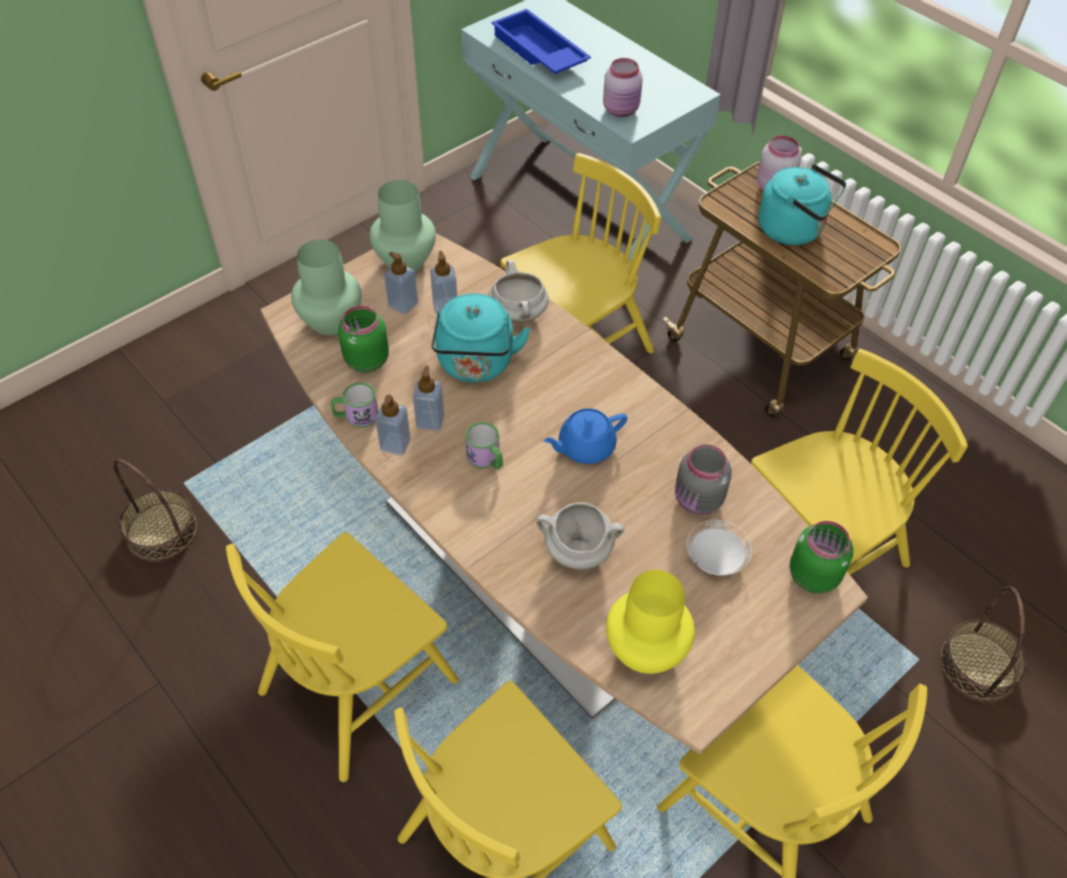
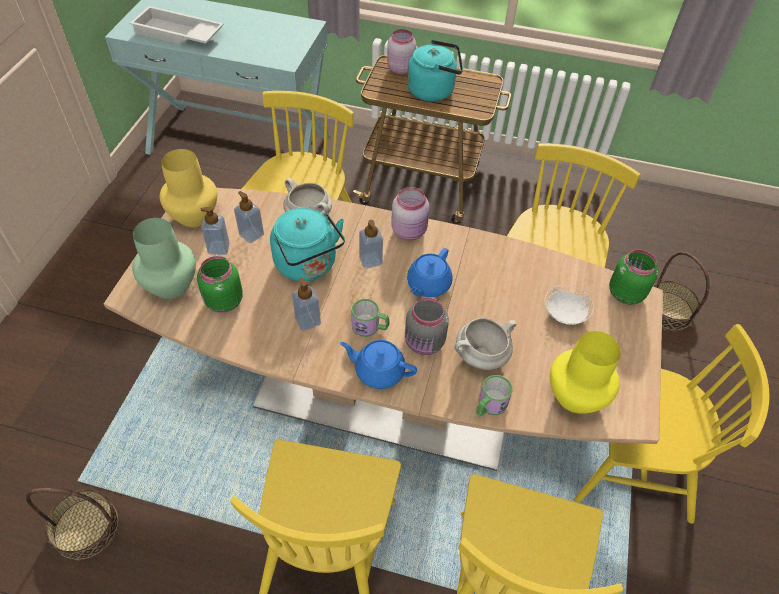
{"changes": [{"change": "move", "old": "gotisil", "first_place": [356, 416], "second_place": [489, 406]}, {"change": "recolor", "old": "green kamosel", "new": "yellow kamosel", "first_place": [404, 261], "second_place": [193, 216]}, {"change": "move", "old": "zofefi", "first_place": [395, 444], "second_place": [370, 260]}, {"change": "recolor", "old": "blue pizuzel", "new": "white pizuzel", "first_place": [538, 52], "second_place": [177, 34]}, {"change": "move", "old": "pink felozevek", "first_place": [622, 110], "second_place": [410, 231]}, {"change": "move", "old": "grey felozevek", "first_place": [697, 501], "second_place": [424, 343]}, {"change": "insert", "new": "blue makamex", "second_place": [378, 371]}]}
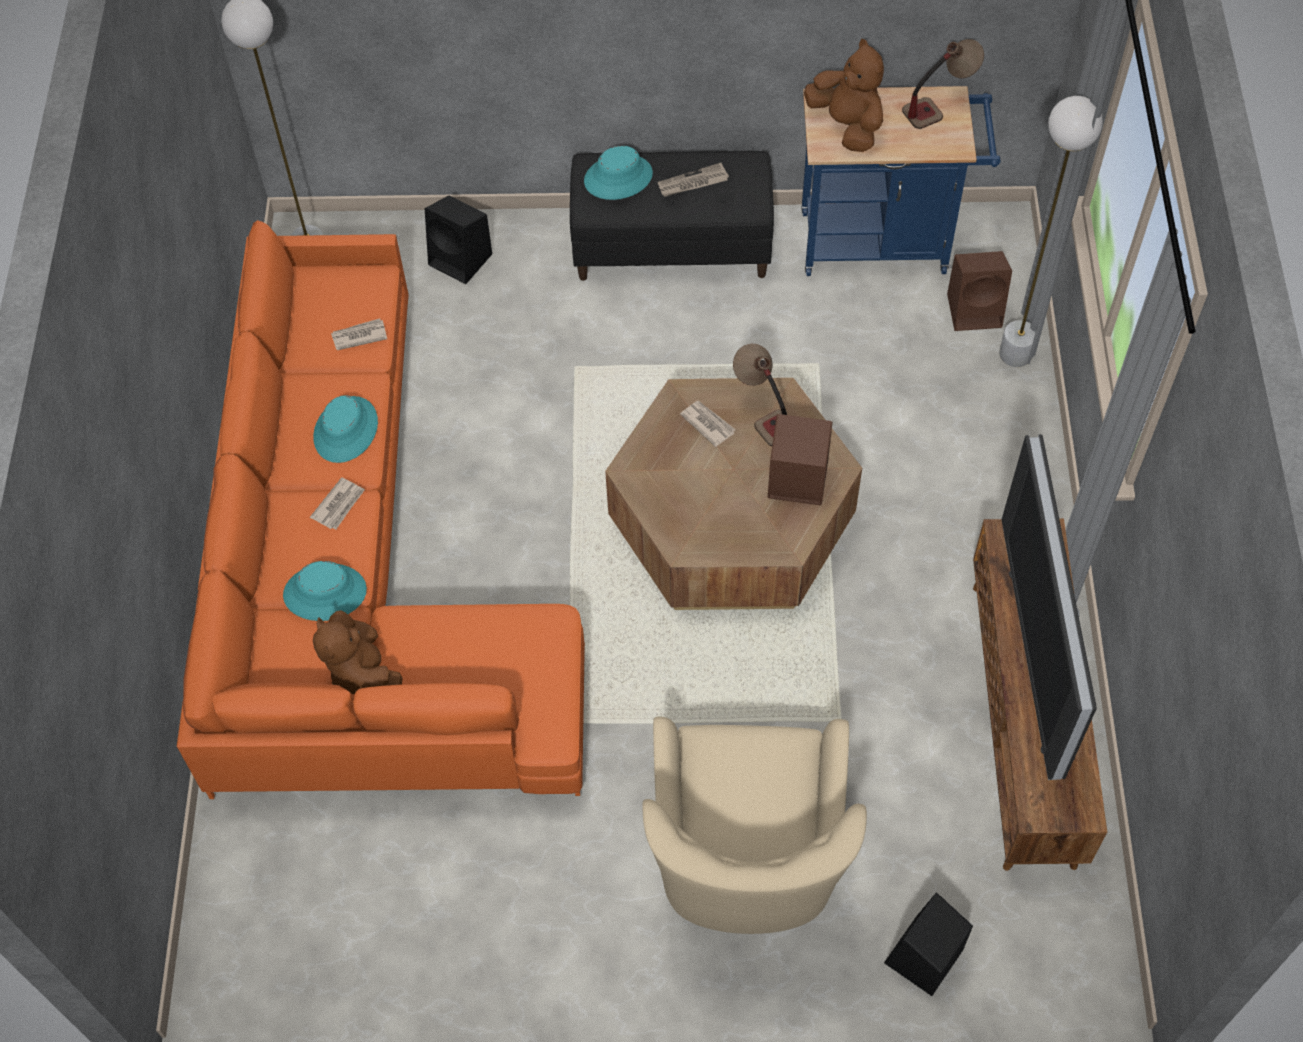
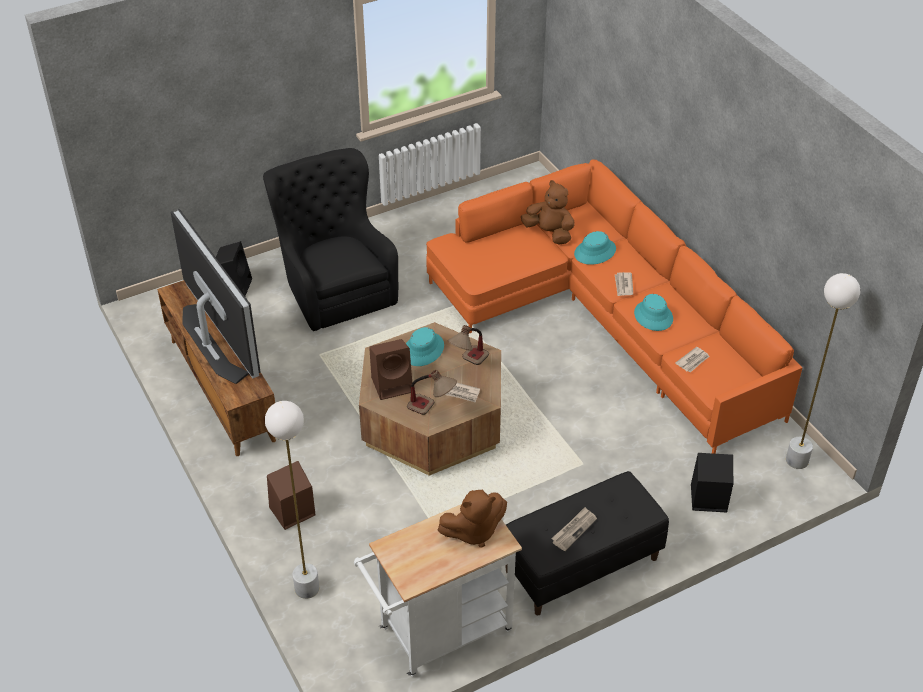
{"changes": [{"change": "move", "old": "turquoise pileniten", "first_place": [618, 177], "second_place": [423, 350]}, {"change": "recolor", "old": "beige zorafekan", "new": "black zorafekan", "first_place": [746, 863], "second_place": [334, 288]}, {"change": "recolor", "old": "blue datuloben", "new": "white datuloben", "first_place": [884, 241], "second_place": [438, 634]}, {"change": "rotate", "old": "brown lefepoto", "first_place": [847, 125], "second_place": [473, 531], "degrees": -45}, {"change": "move", "old": "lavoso", "first_place": [939, 107], "second_place": [468, 363]}, {"change": "move", "old": "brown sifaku", "first_place": [976, 310], "second_place": [291, 512]}]}
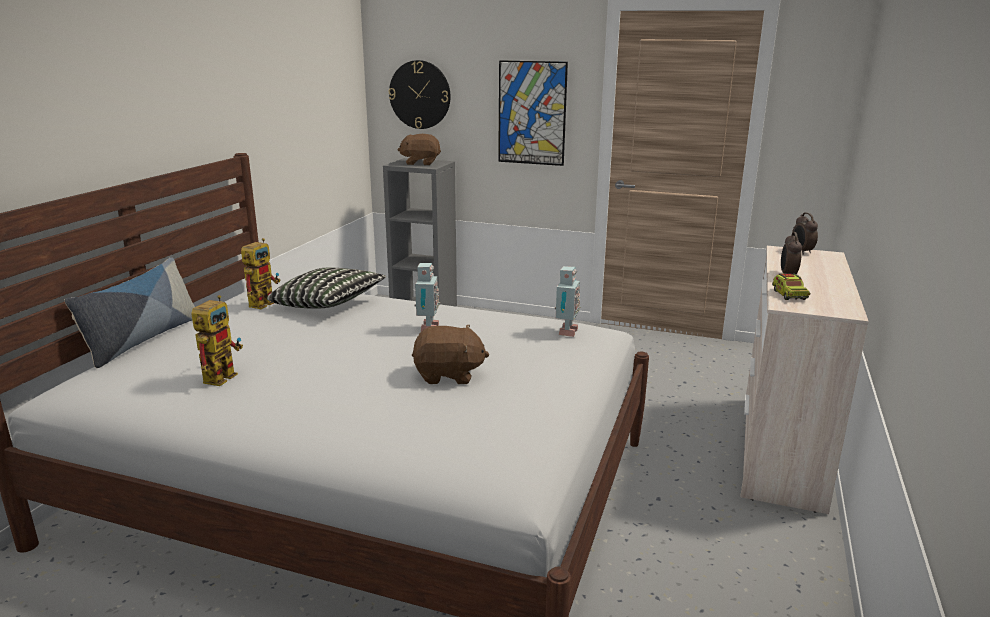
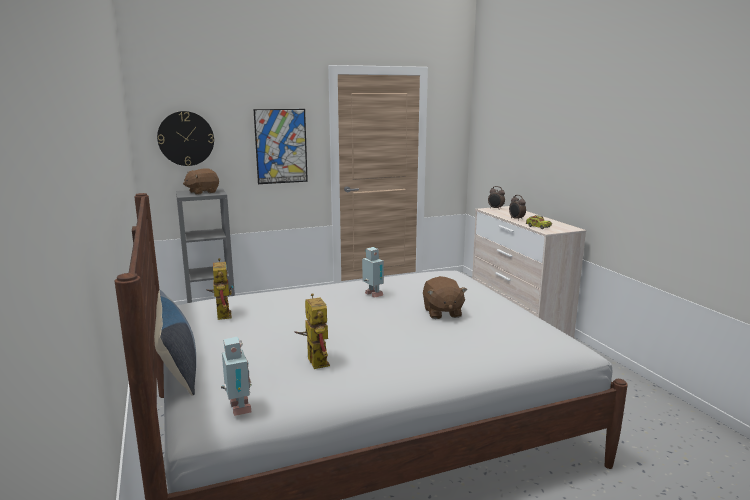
{"changes": [{"change": "delete", "old": "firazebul", "first_place": [328, 305]}, {"change": "rotate", "old": "brown lefepoto", "first_place": [448, 375], "second_place": [442, 312], "degrees": 120}, {"change": "move", "old": "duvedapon", "first_place": [565, 332], "second_place": [238, 409]}]}
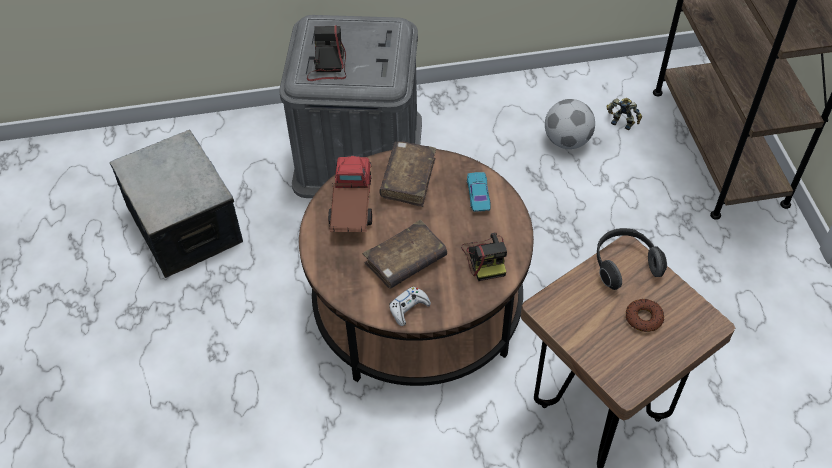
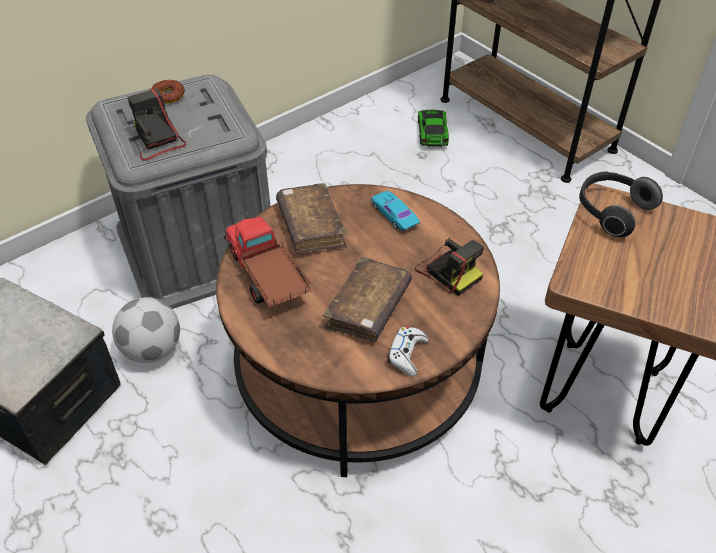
{"changes": [{"change": "move", "old": "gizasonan", "first_place": [567, 141], "second_place": [152, 349]}, {"change": "replace", "old": "duvedapon", "new": "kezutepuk", "first_place": [622, 121], "second_place": [432, 132]}, {"change": "move", "old": "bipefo", "first_place": [643, 318], "second_place": [168, 96]}]}
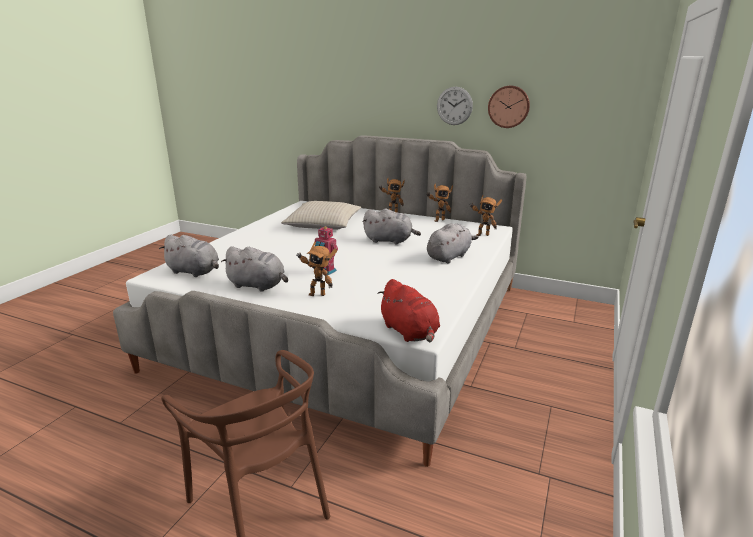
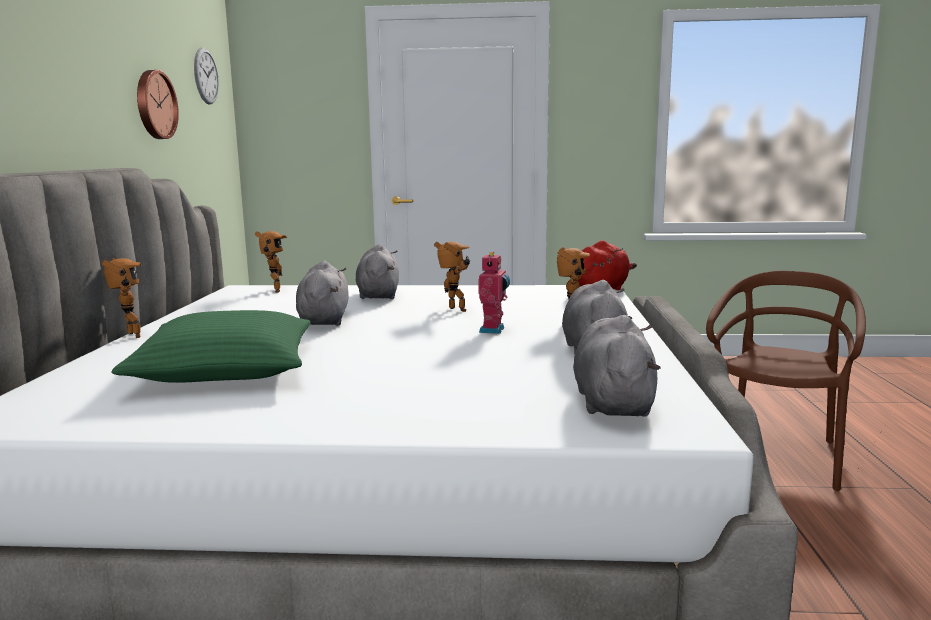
{"changes": [{"change": "recolor", "old": "beige firazebul", "new": "green firazebul", "first_place": [323, 224], "second_place": [226, 368]}, {"change": "move", "old": "duvedapon", "first_place": [438, 220], "second_place": [455, 310]}, {"change": "rotate", "old": "grey lefepoto", "first_place": [449, 256], "second_place": [378, 295], "degrees": 60}, {"change": "move", "old": "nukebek", "first_place": [454, 106], "second_place": [206, 76]}]}
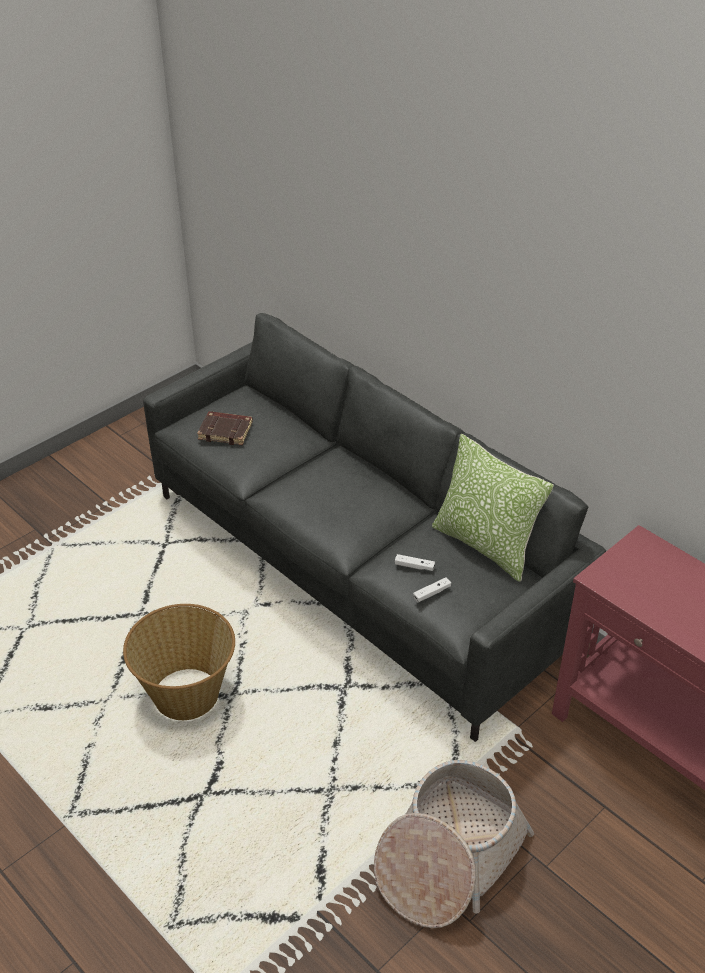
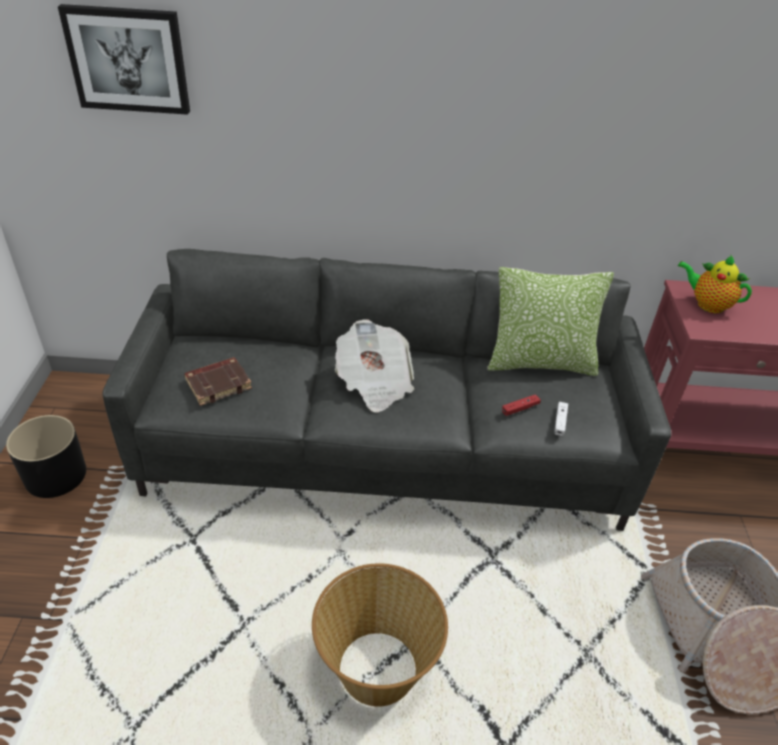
{"changes": [{"change": "recolor", "old": "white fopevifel", "new": "red fopevifel", "first_place": [414, 566], "second_place": [520, 408]}, {"change": "insert", "new": "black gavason", "second_place": [55, 475]}, {"change": "insert", "new": "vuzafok", "second_place": [128, 59]}, {"change": "insert", "new": "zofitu", "second_place": [374, 383]}, {"change": "insert", "new": "makamex", "second_place": [707, 304]}]}
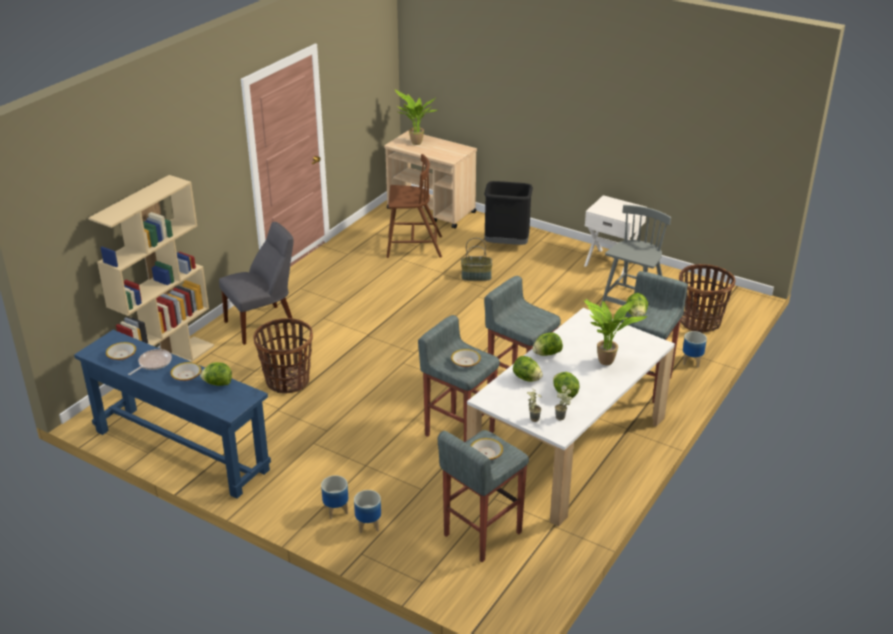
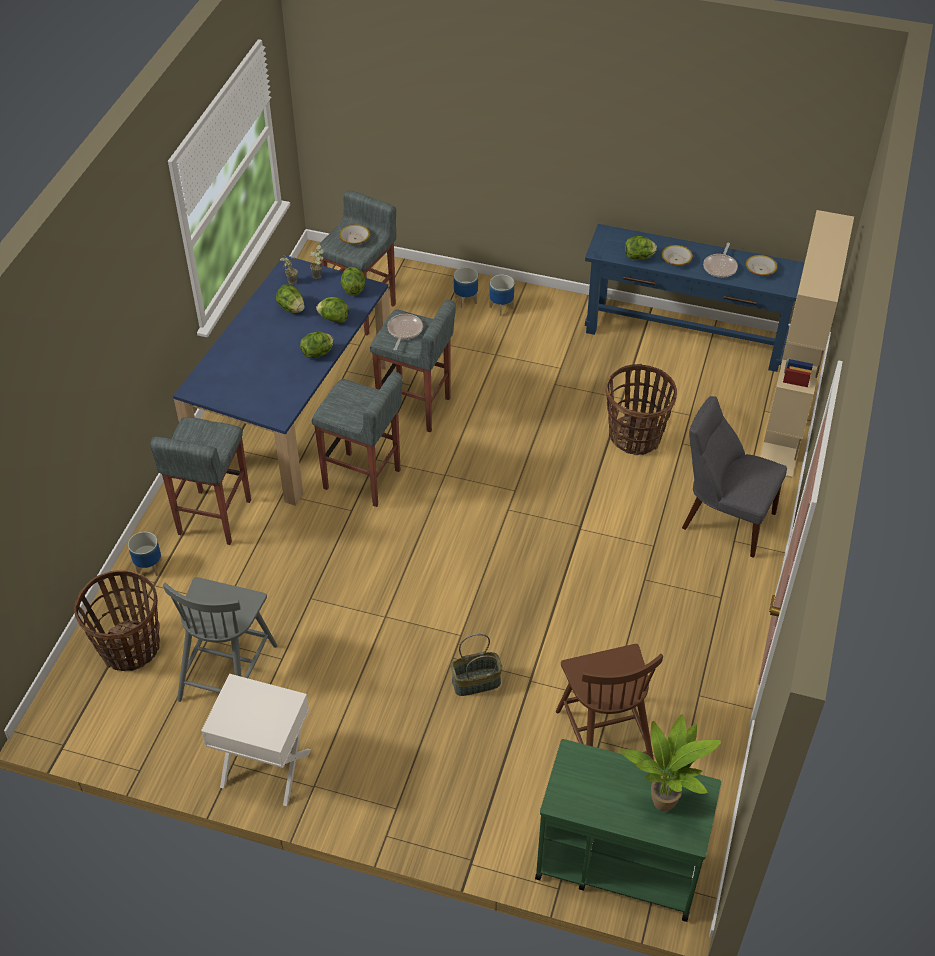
{"changes": [{"change": "rotate", "old": "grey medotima", "first_place": [263, 323], "second_place": [724, 519], "degrees": 75}, {"change": "recolor", "old": "beige datuloben", "new": "green datuloben", "first_place": [431, 211], "second_place": [618, 863]}, {"change": "rotate", "old": "brown medotima", "first_place": [413, 247], "second_place": [604, 738], "degrees": -90}, {"change": "replace", "old": "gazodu", "new": "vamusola", "first_place": [466, 362], "second_place": [404, 331]}, {"change": "recolor", "old": "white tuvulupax", "new": "blue tuvulupax", "first_place": [568, 447], "second_place": [295, 413]}, {"change": "delete", "old": "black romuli", "first_place": [507, 244]}, {"change": "delete", "old": "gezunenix", "first_place": [605, 363]}, {"change": "move", "old": "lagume", "first_place": [636, 315], "second_place": [353, 289]}]}
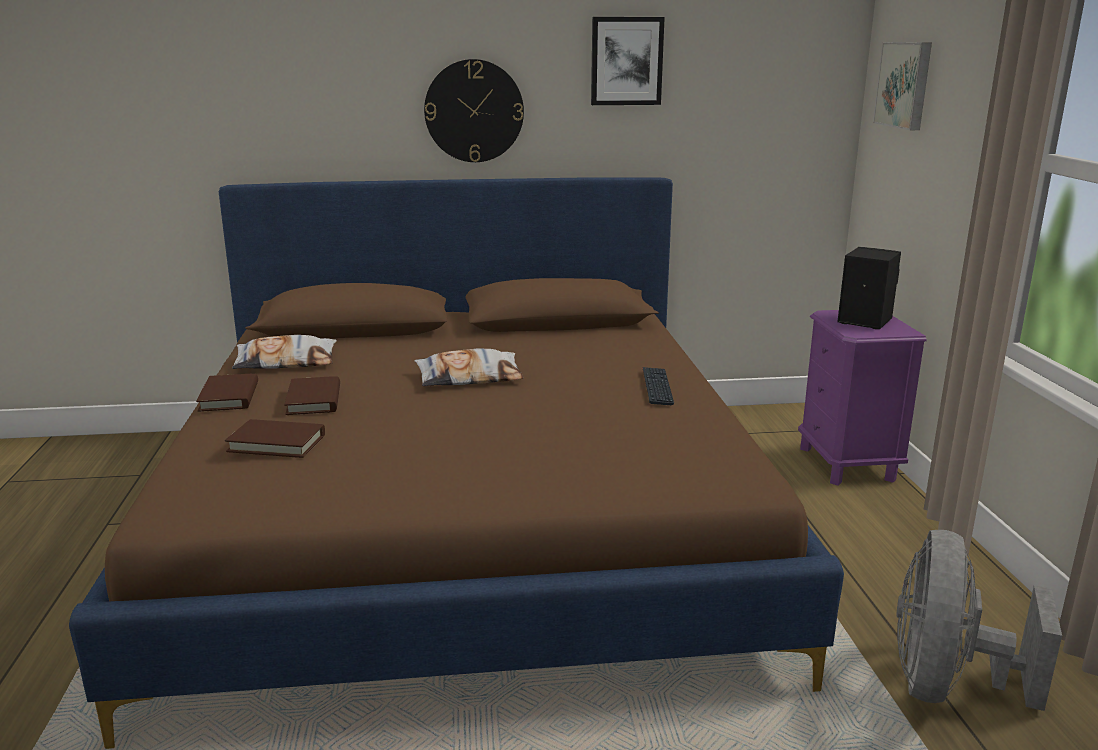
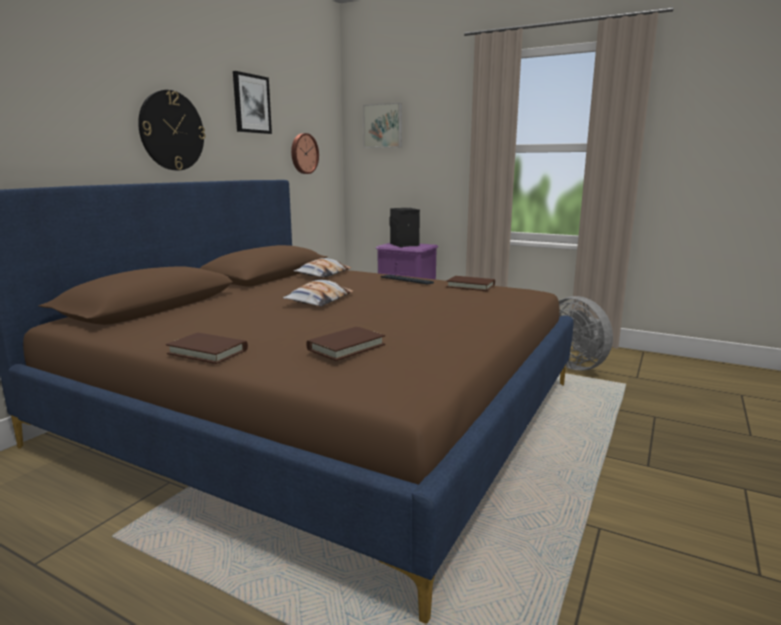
{"changes": [{"change": "move", "old": "firazebul", "first_place": [286, 362], "second_place": [323, 274]}, {"change": "move", "old": "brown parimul", "first_place": [314, 400], "second_place": [470, 286]}, {"change": "insert", "new": "nukebek", "second_place": [303, 153]}]}
